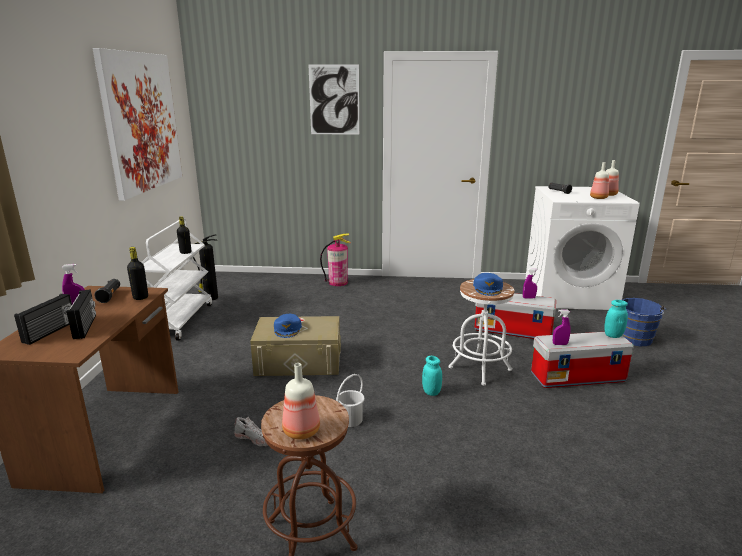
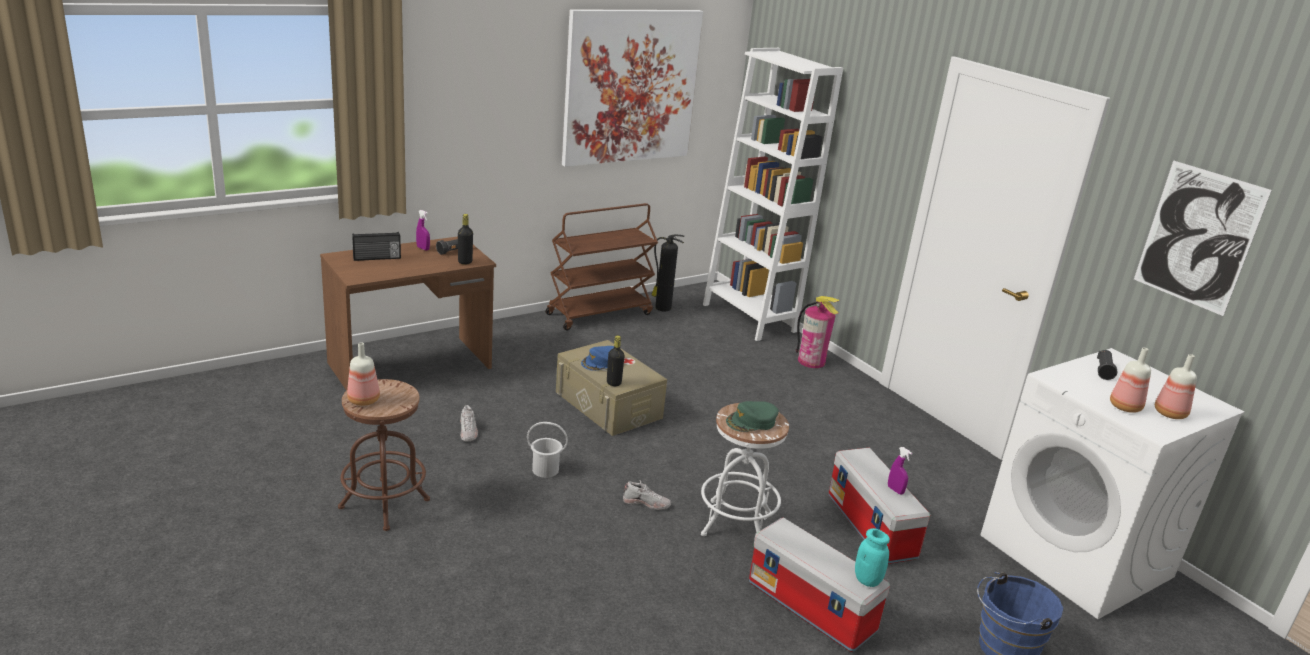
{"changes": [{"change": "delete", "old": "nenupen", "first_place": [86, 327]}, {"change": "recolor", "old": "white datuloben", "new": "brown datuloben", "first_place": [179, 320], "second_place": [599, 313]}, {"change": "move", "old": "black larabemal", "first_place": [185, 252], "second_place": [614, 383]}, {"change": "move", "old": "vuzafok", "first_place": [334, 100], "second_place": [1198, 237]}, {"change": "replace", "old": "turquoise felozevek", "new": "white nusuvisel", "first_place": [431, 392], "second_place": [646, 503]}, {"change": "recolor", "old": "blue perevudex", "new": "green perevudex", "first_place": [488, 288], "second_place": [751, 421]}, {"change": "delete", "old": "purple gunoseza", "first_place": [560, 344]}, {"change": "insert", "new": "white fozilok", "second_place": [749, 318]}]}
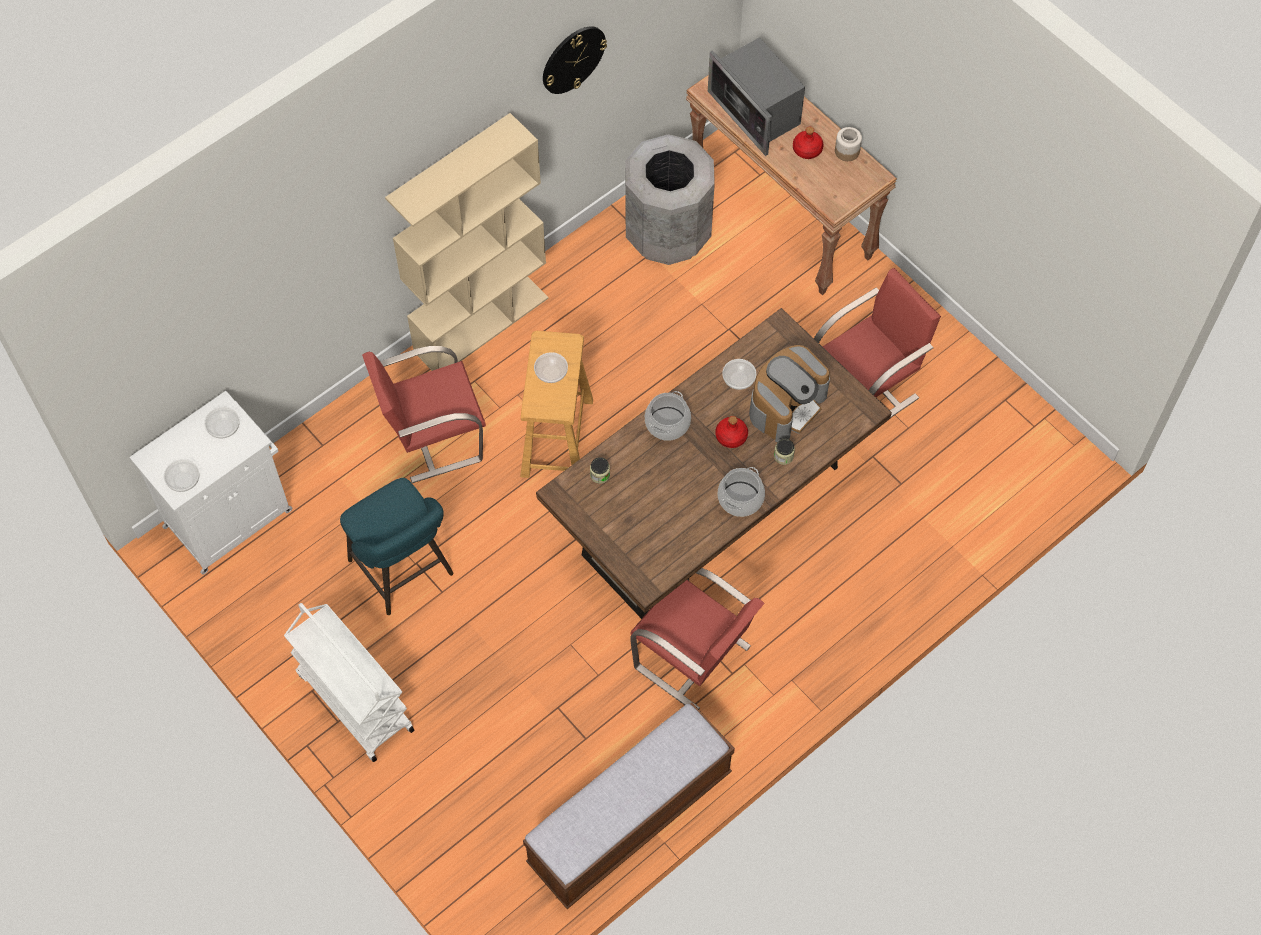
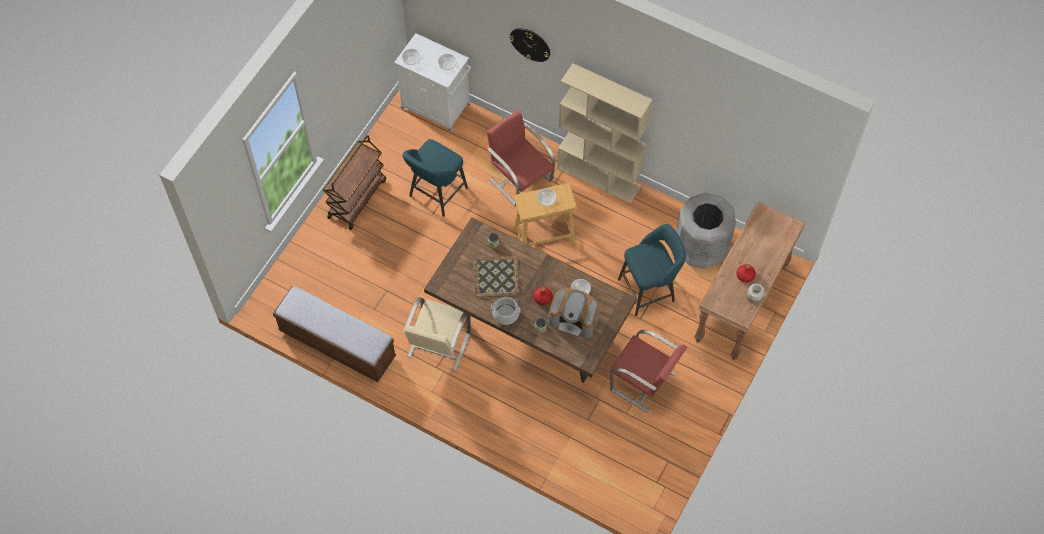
{"changes": [{"change": "recolor", "old": "white datuloben", "new": "brown datuloben", "first_place": [354, 701], "second_place": [357, 198]}, {"change": "move", "old": "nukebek", "first_place": [573, 59], "second_place": [530, 44]}, {"change": "recolor", "old": "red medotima", "new": "beige medotima", "first_place": [693, 659], "second_place": [438, 346]}, {"change": "delete", "old": "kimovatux", "first_place": [667, 423]}, {"change": "delete", "old": "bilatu", "first_place": [756, 112]}, {"change": "insert", "new": "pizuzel", "second_place": [495, 277]}, {"change": "insert", "new": "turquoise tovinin", "second_place": [649, 289]}]}
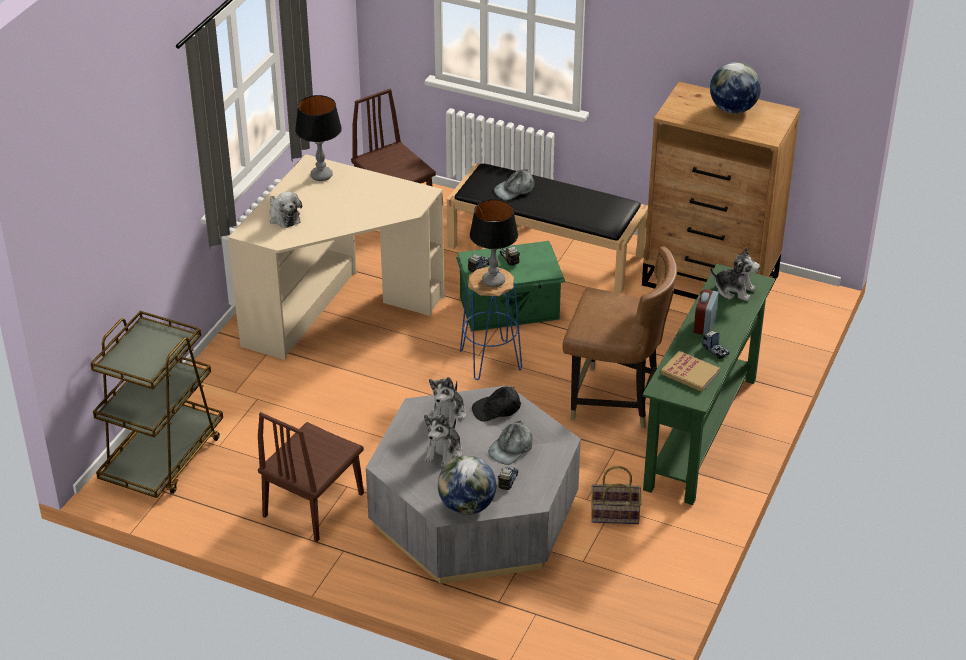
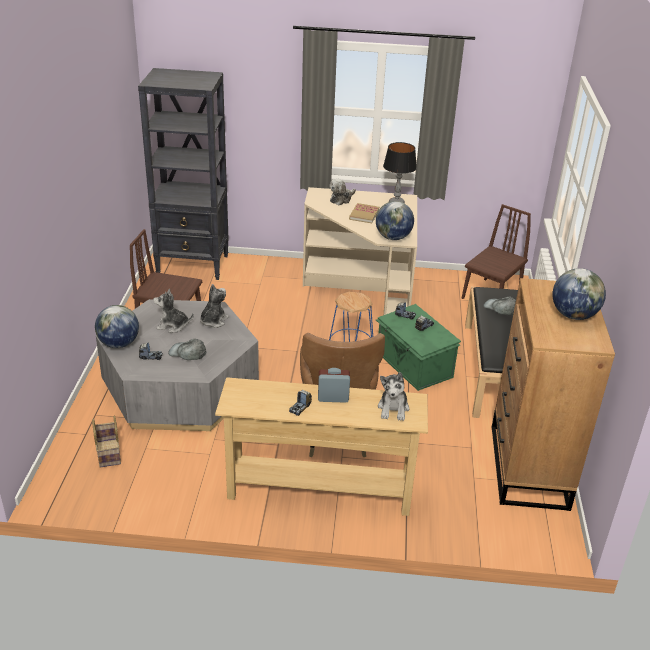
{"changes": [{"change": "replace", "old": "brown datuloben", "new": "black fozilok", "first_place": [163, 457], "second_place": [193, 265]}, {"change": "rotate", "old": "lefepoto", "first_place": [448, 415], "second_place": [213, 321], "degrees": 120}, {"change": "delete", "old": "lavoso", "first_place": [493, 281]}, {"change": "delete", "old": "black perevudex", "first_place": [496, 408]}, {"change": "move", "old": "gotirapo", "first_place": [613, 515], "second_place": [108, 452]}, {"change": "recolor", "old": "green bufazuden", "new": "beige bufazuden", "first_place": [702, 433], "second_place": [319, 491]}, {"change": "move", "old": "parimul", "first_place": [690, 373], "second_place": [364, 214]}, {"change": "insert", "new": "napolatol", "second_place": [393, 238]}]}
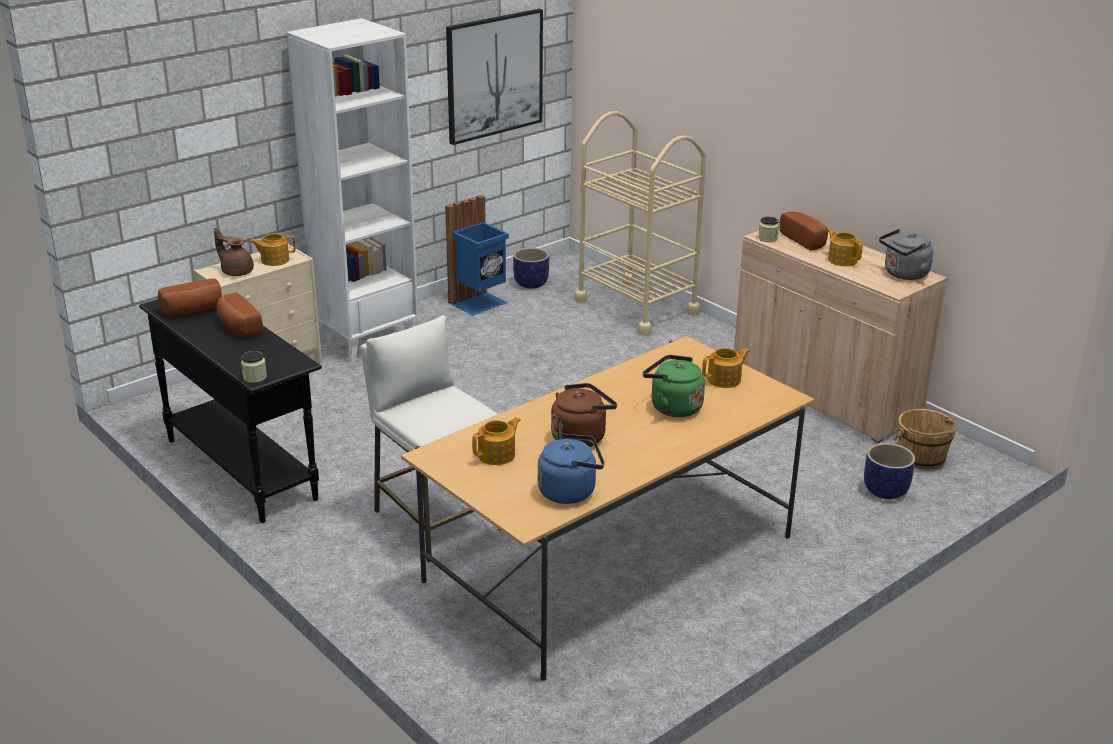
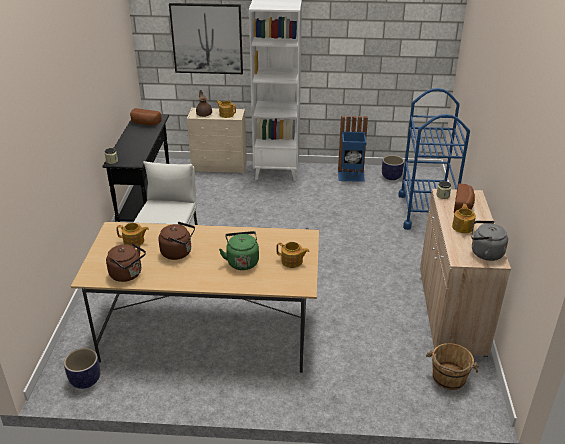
{"changes": [{"change": "delete", "old": "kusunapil", "first_place": [237, 328]}, {"change": "move", "old": "vuzafok", "first_place": [494, 75], "second_place": [207, 38]}, {"change": "recolor", "old": "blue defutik", "new": "brown defutik", "first_place": [570, 491], "second_place": [128, 274]}, {"change": "recolor", "old": "beige datuloben", "new": "blue datuloben", "first_place": [636, 307], "second_place": [425, 212]}, {"change": "move", "old": "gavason", "first_place": [884, 491], "second_place": [85, 380]}]}
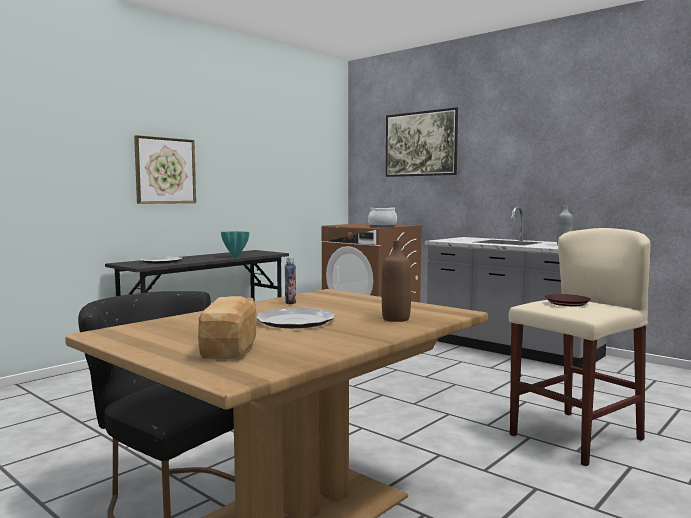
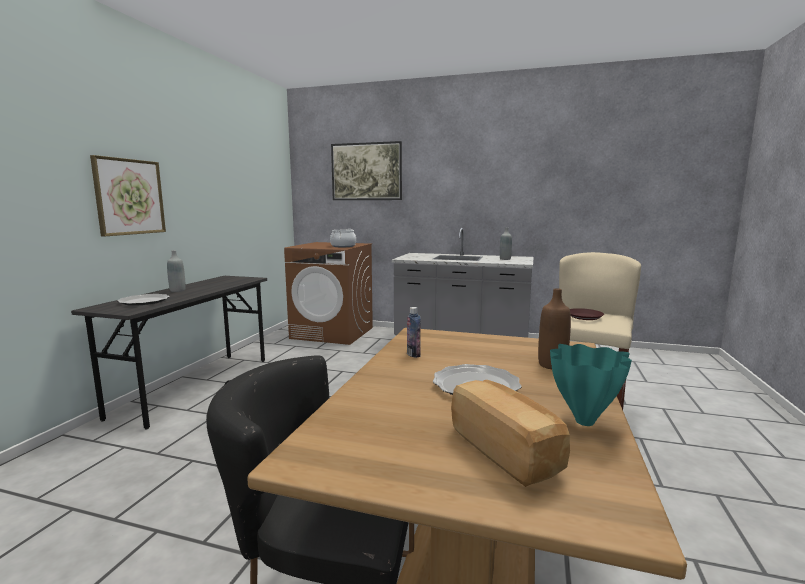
{"changes": [{"change": "move", "old": "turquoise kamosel", "first_place": [235, 257], "second_place": [583, 422]}, {"change": "insert", "new": "grey larabemal", "second_place": [177, 290]}]}
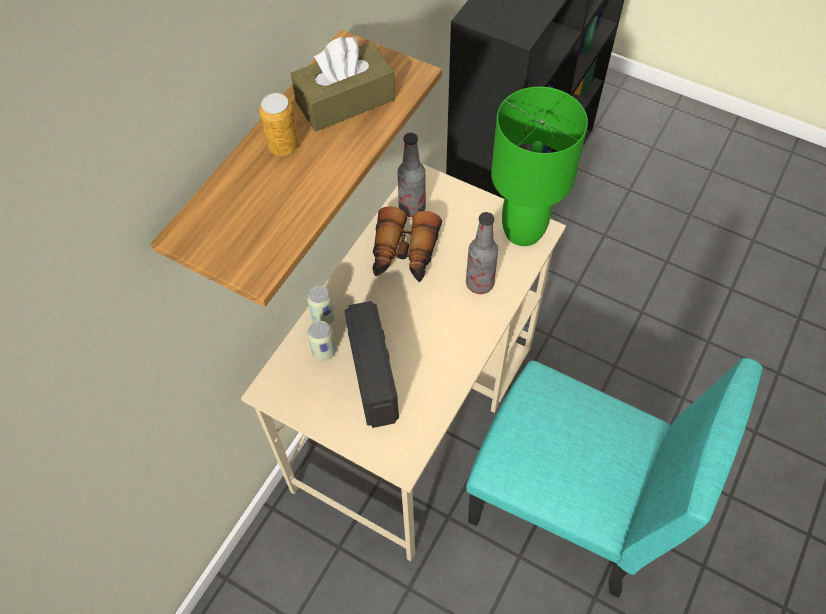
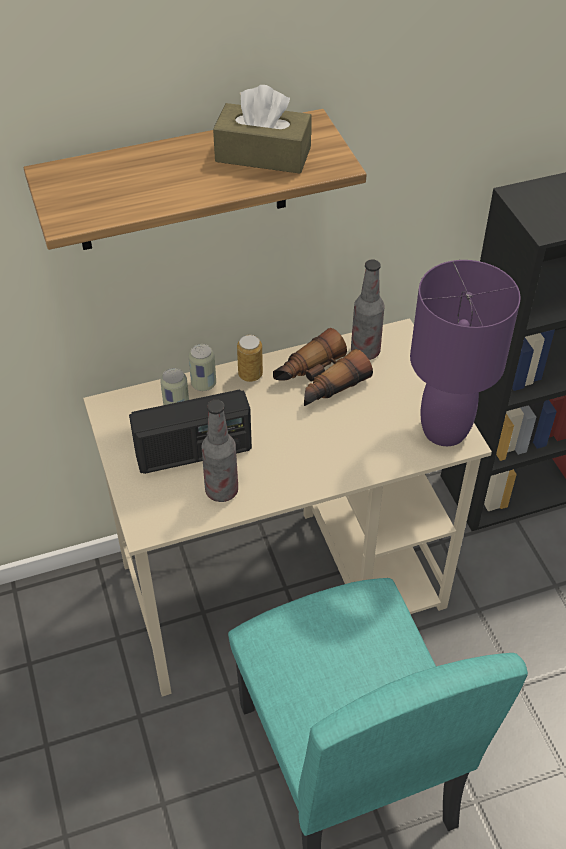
{"changes": [{"change": "move", "old": "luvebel", "first_place": [283, 146], "second_place": [250, 374]}, {"change": "rotate", "old": "nenupen", "first_place": [374, 377], "second_place": [194, 452], "degrees": 45}, {"change": "move", "old": "larabemal", "first_place": [479, 283], "second_place": [221, 491]}, {"change": "recolor", "old": "green lavoso", "new": "purple lavoso", "first_place": [522, 231], "second_place": [443, 430]}]}
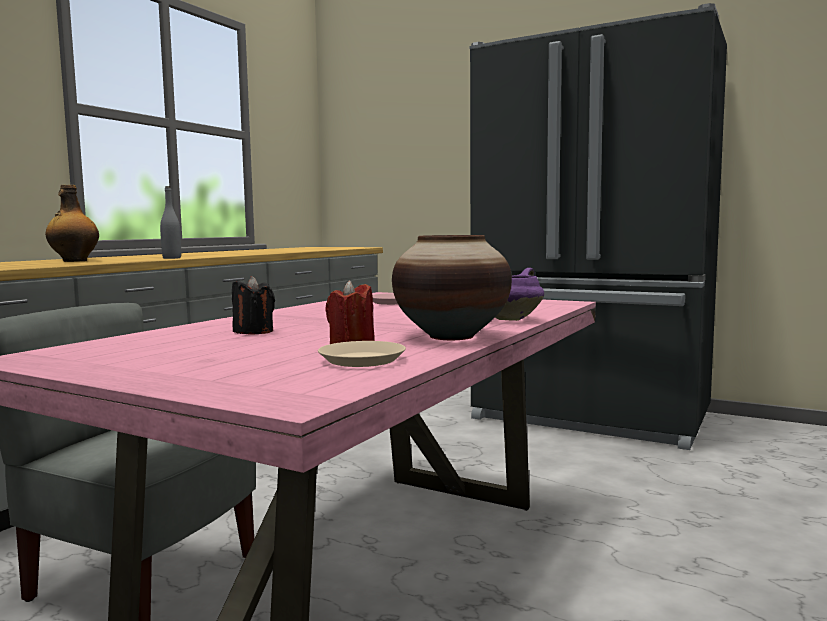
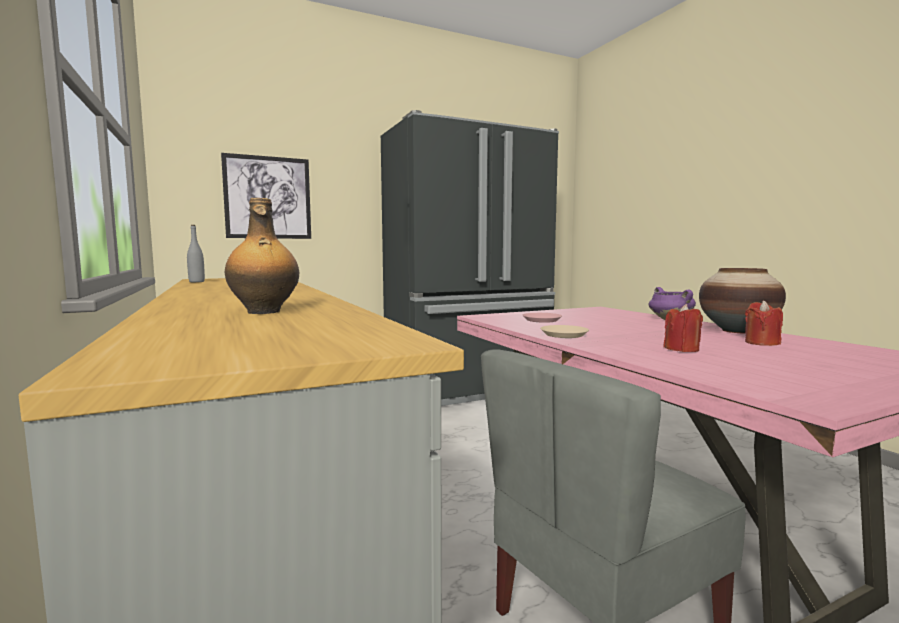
{"changes": [{"change": "move", "old": "grey larabemal", "first_place": [172, 258], "second_place": [196, 282]}, {"change": "recolor", "old": "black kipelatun", "new": "red kipelatun", "first_place": [253, 331], "second_place": [681, 349]}, {"change": "move", "old": "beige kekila", "first_place": [362, 360], "second_place": [563, 335]}, {"change": "insert", "new": "vuzafok", "second_place": [268, 197]}]}
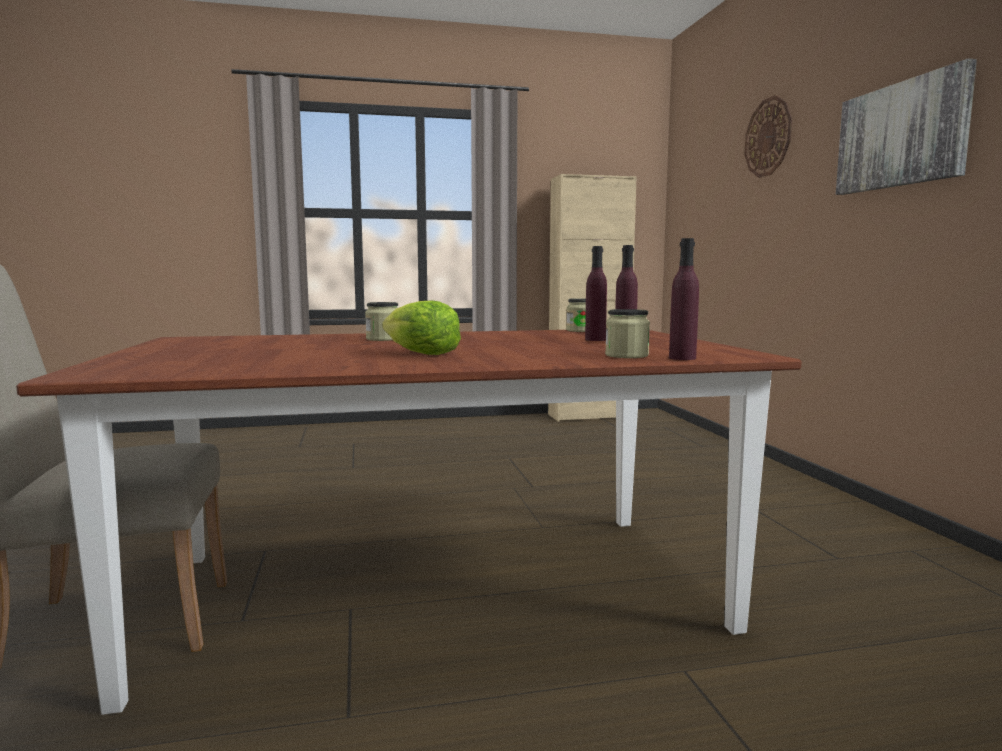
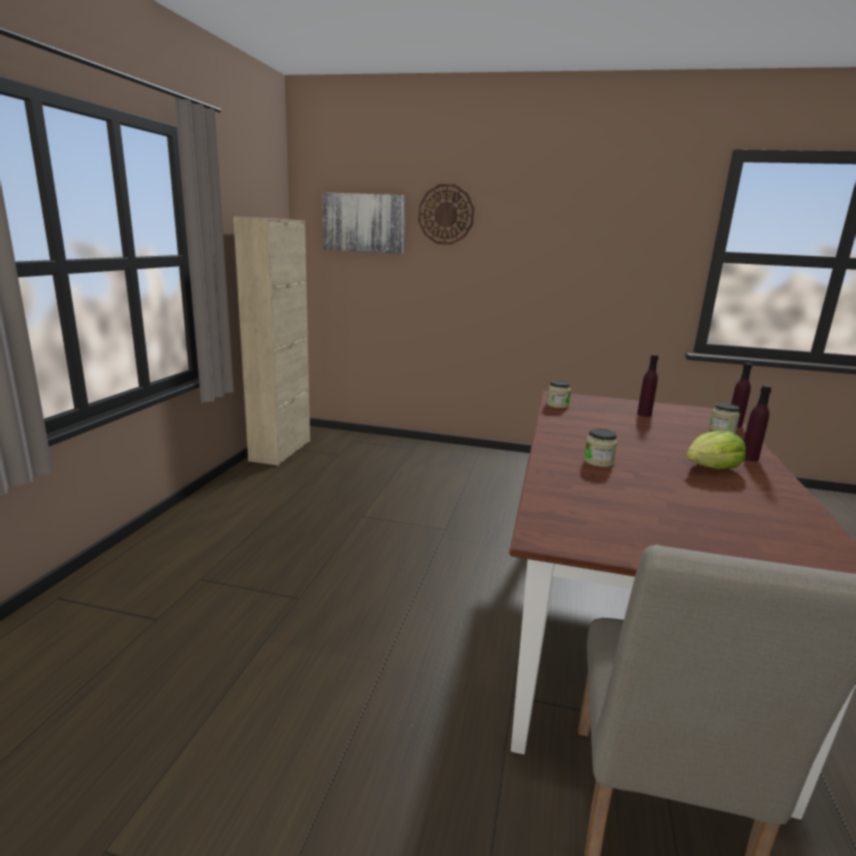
{"changes": [{"change": "move", "old": "purple larabemal", "first_place": [595, 340], "second_place": [749, 458]}, {"change": "move", "old": "vuzafok", "first_place": [901, 135], "second_place": [364, 223]}]}
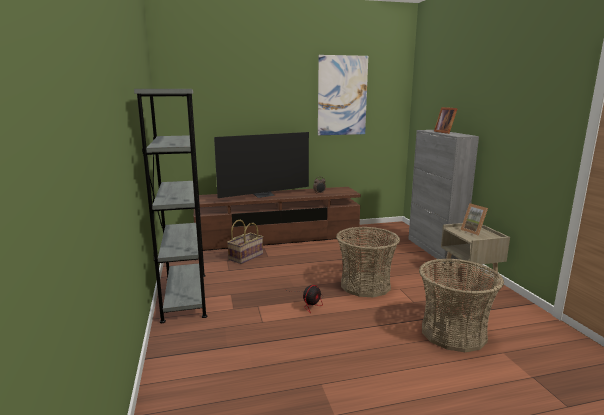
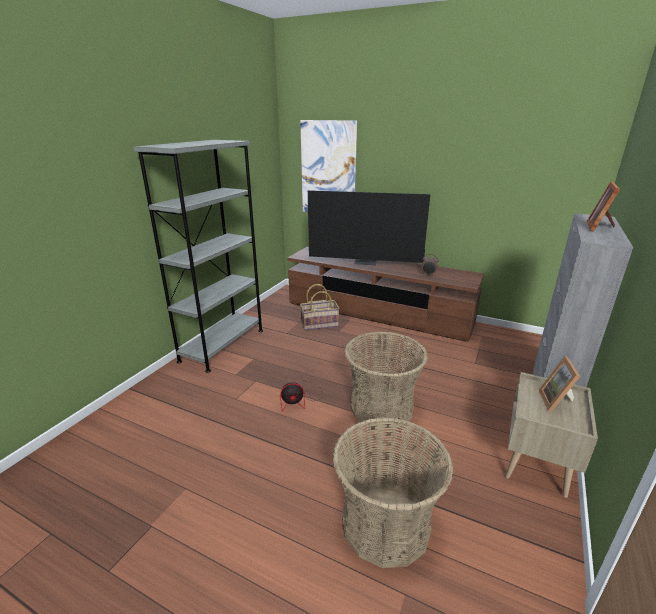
{"changes": [{"change": "move", "old": "vuzafok", "first_place": [342, 96], "second_place": [328, 169]}]}
